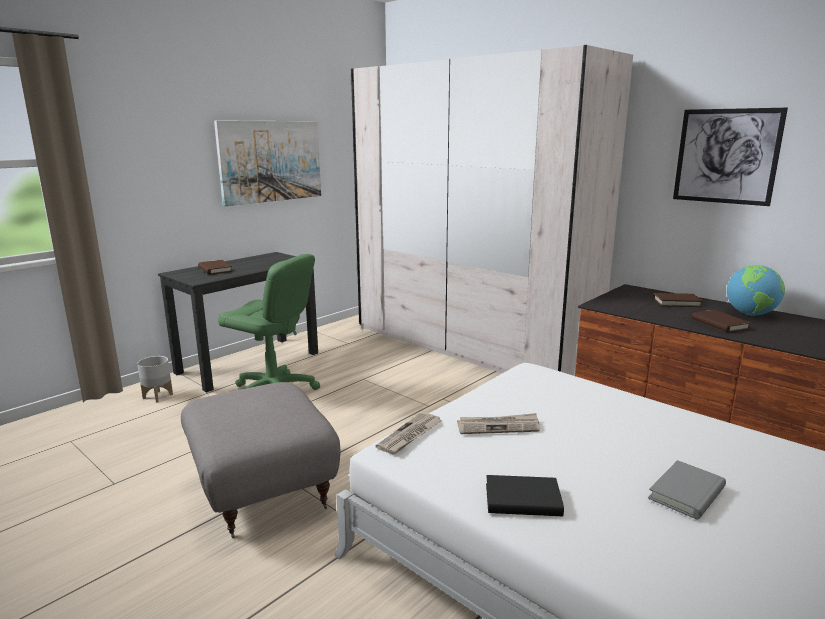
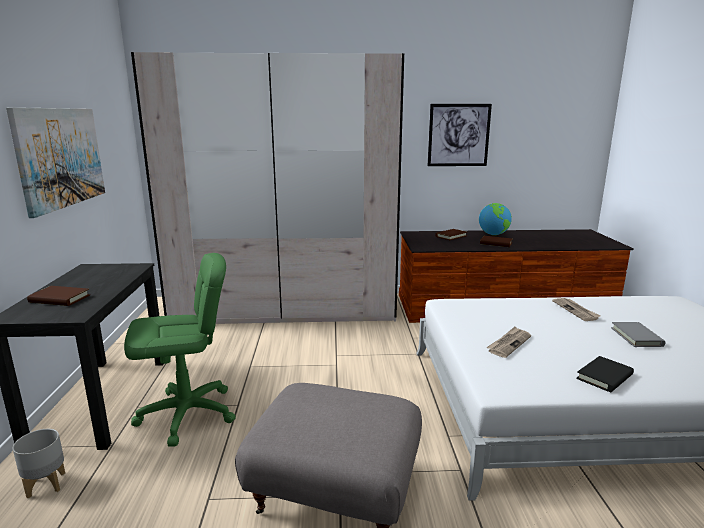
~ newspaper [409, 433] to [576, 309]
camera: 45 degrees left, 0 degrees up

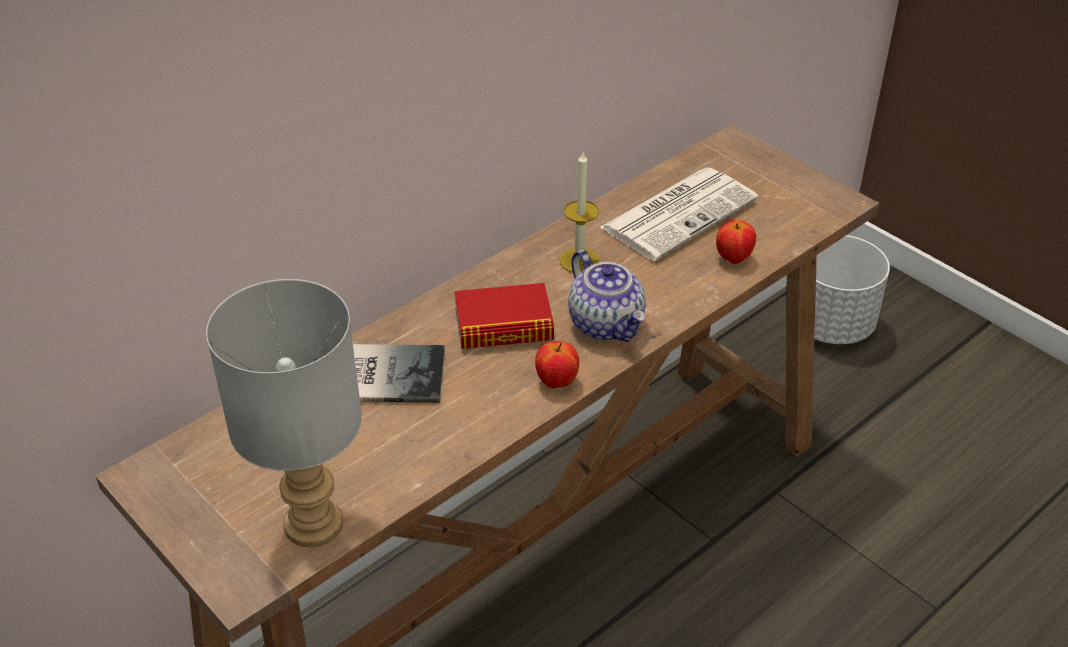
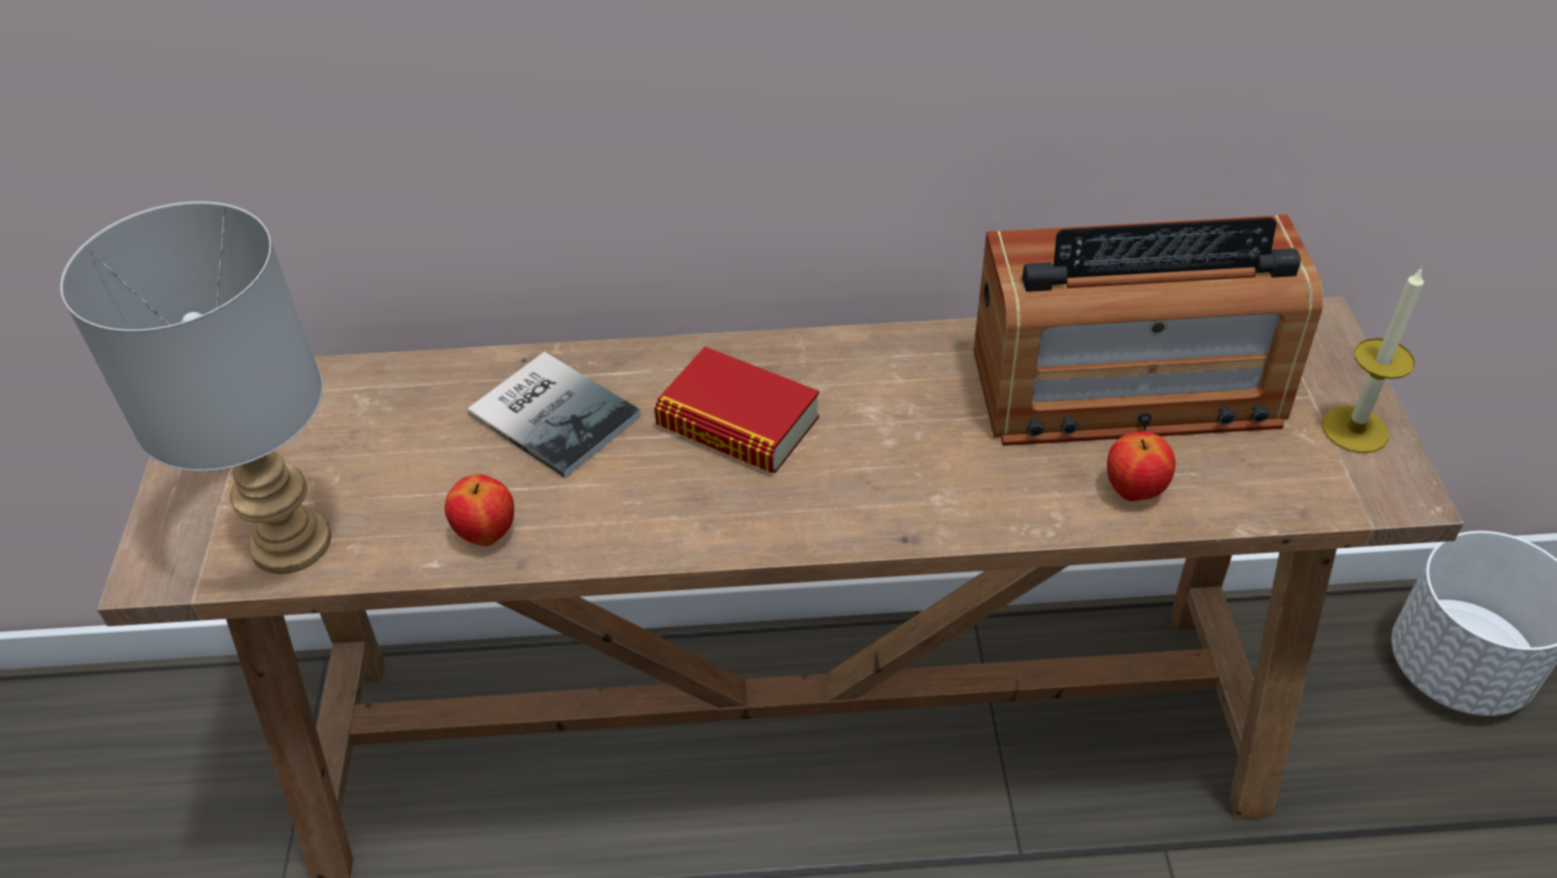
~ candle [580, 212] to [1373, 359]
~ newspaper [678, 214] to radio [1148, 330]
- teapot [607, 296]
~ apple [557, 364] to [479, 510]
camera: 40 degrees right, 5 degrees up

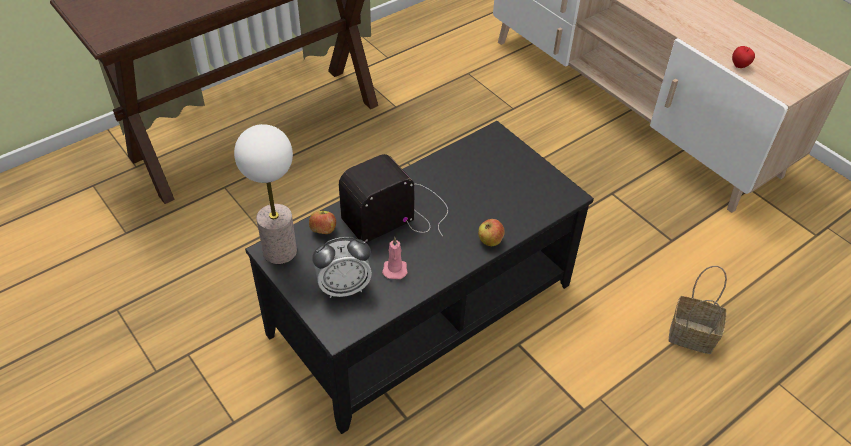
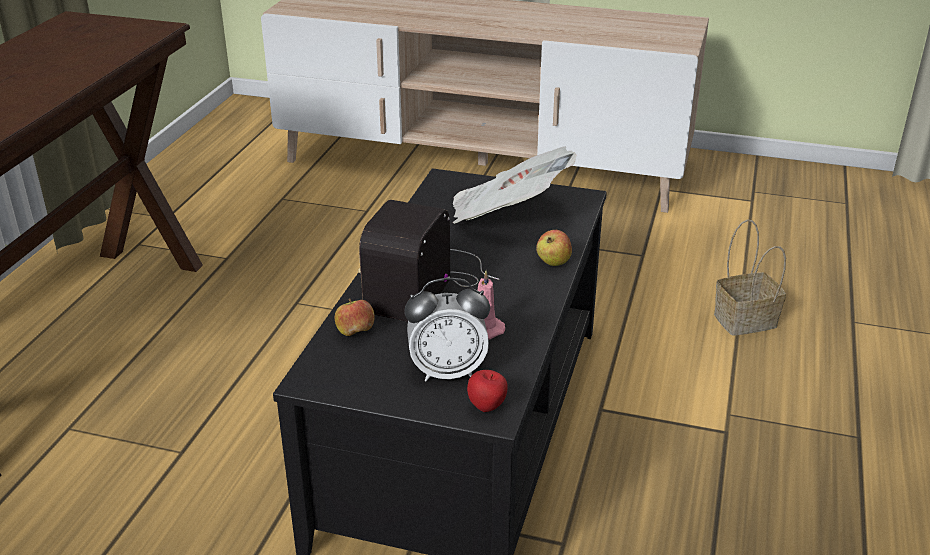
~ apple [743, 57] to [487, 391]
- table_lamp [265, 194]
~ alarm_clock [342, 267] = [447, 329] 45 degrees clockwise
+ newspaper [514, 185]
camera: 35 degrees left, 15 degrees down

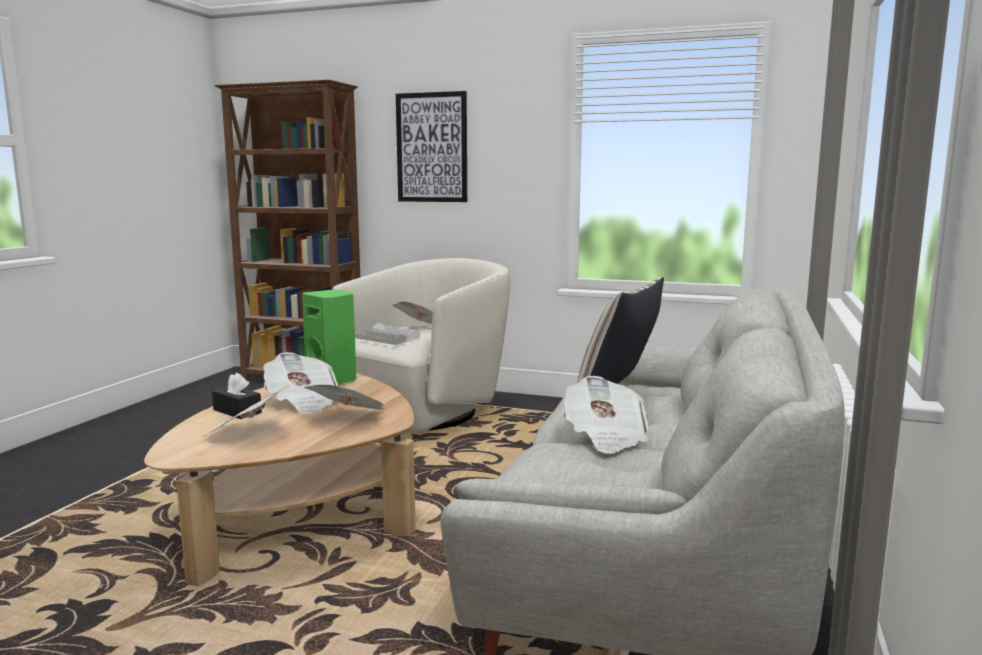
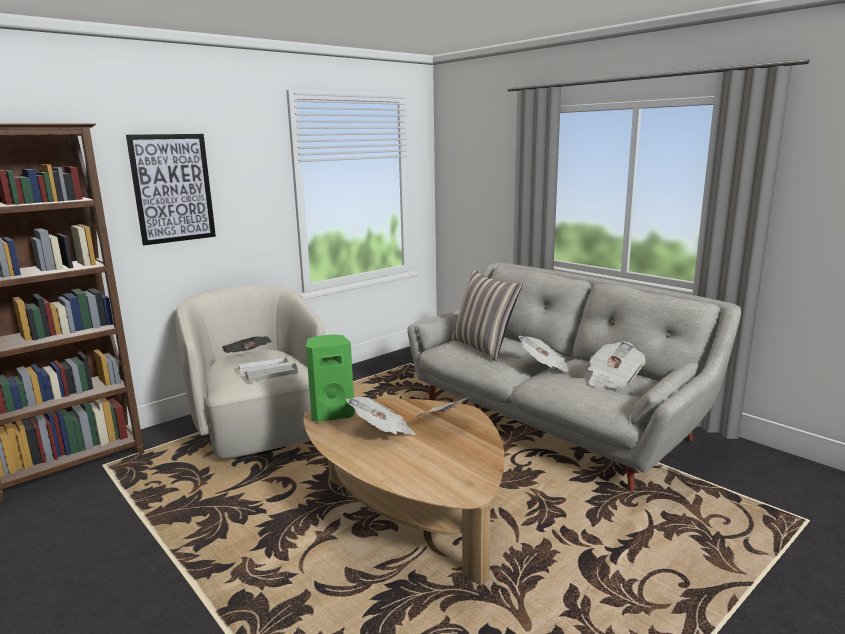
- black_tissue_box [237, 396]
~ newspaper [246, 411] to [617, 364]
camera: 60 degrees left, 5 degrees up

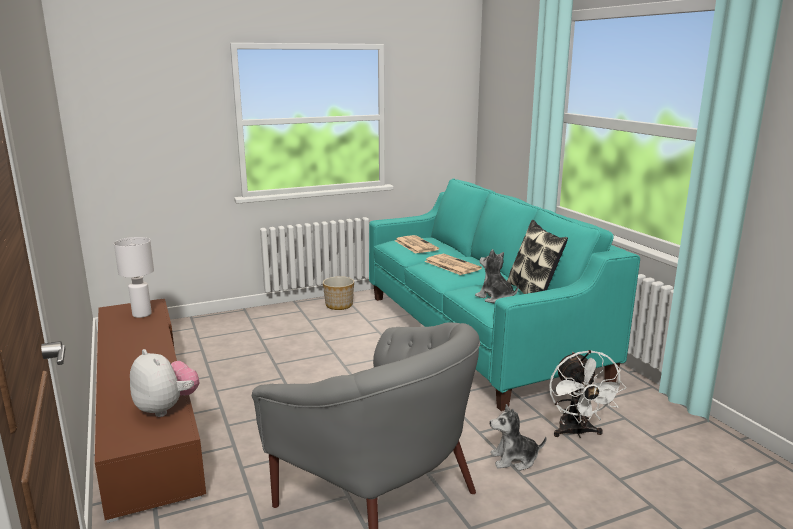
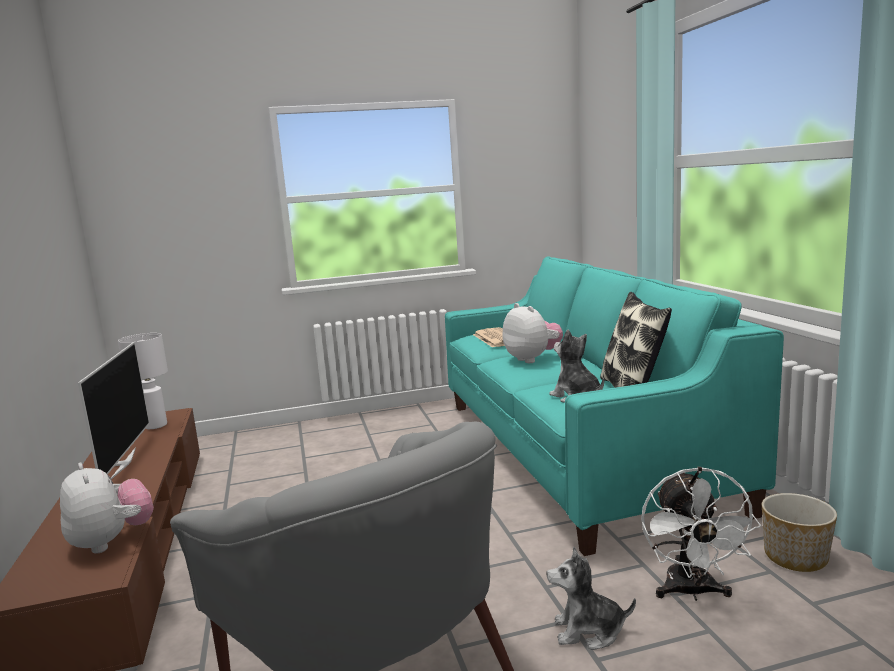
~ newspaper [453, 264] to plush_toy [532, 333]
~ planter [338, 293] to [799, 532]
+ television [114, 410]
camera: 10 degrees right, 5 degrees down

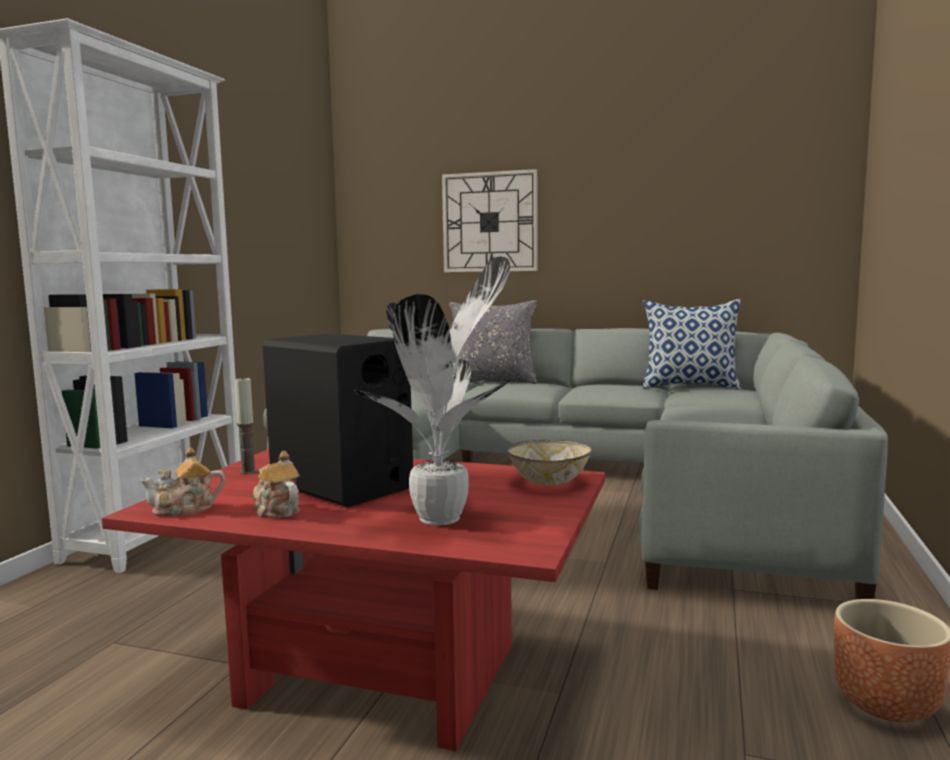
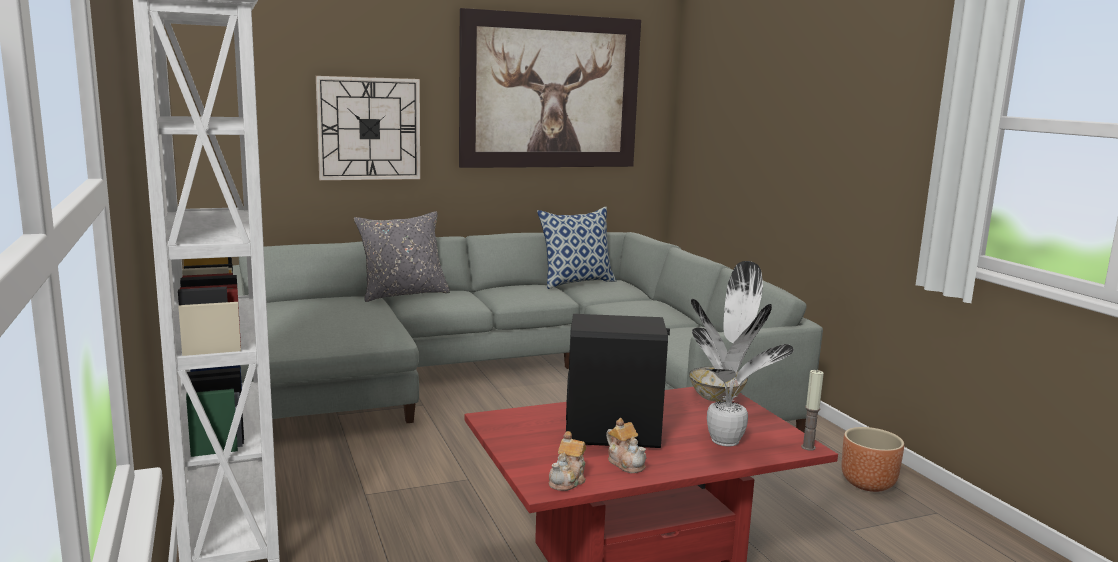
~ candle [246, 425] to [812, 410]
~ teapot [276, 484] = [626, 445] 135 degrees counterclockwise
+ picture [550, 88]
camera: 40 degrees left, 5 degrees up

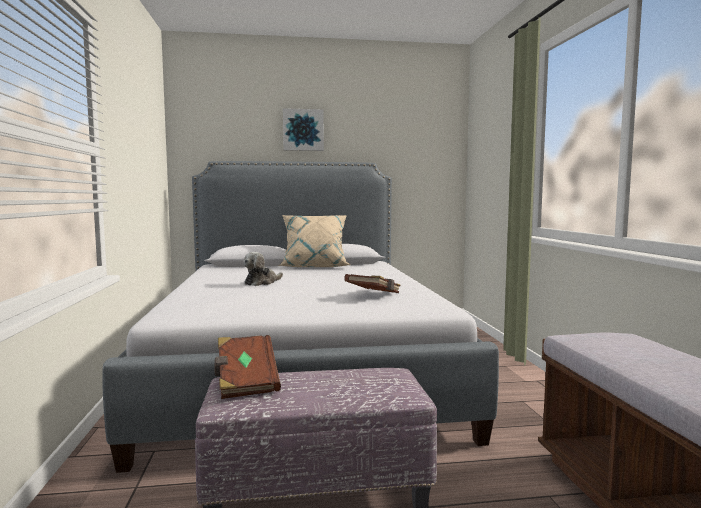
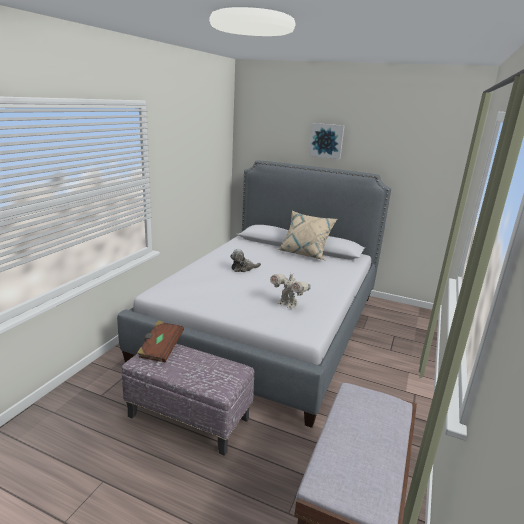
~ brown_book [372, 283] to toy_robot [290, 289]
camera: 30 degrees right, 15 degrees up

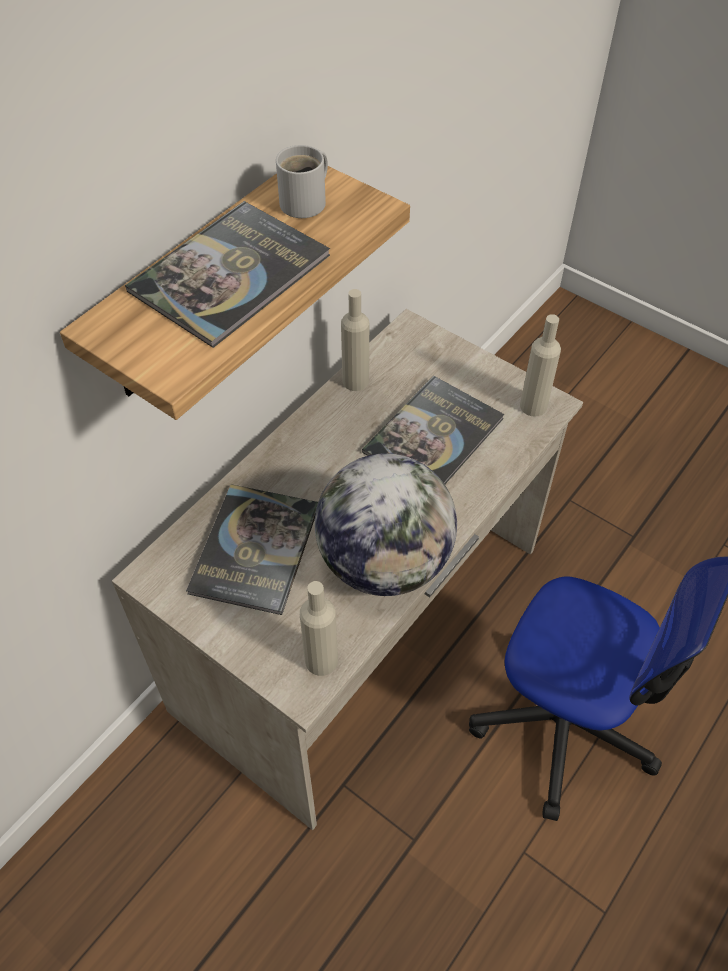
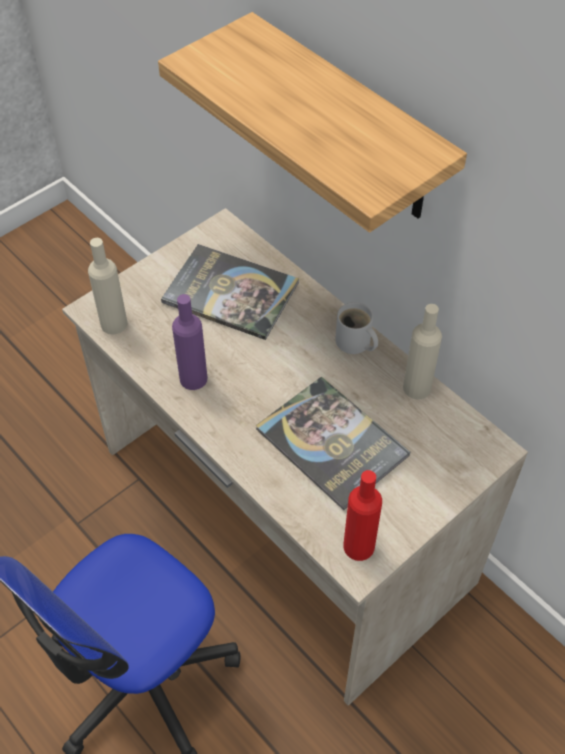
~ white_mug [302, 181] to [356, 328]
- book [227, 274]
~ beige_bottle [540, 365] to red_bottle [362, 515]
~ globe [386, 524] to purple_bottle [190, 342]
camera: 100 degrees right, 0 degrees up

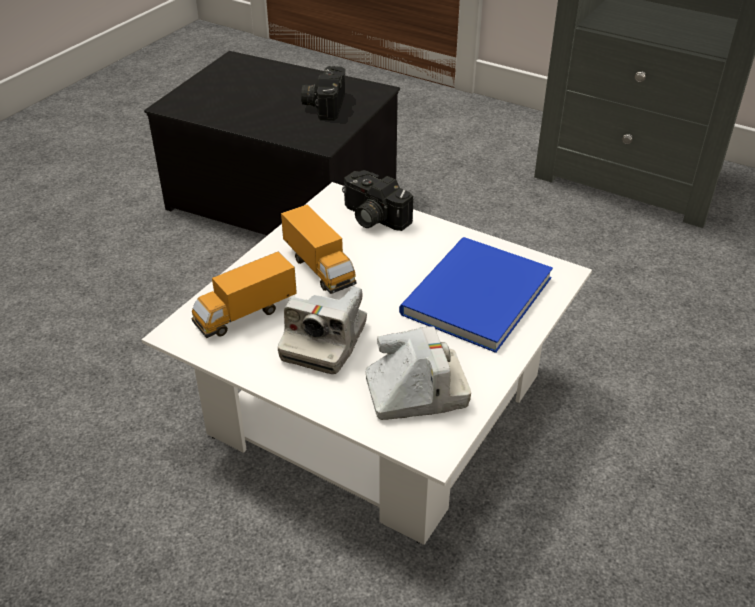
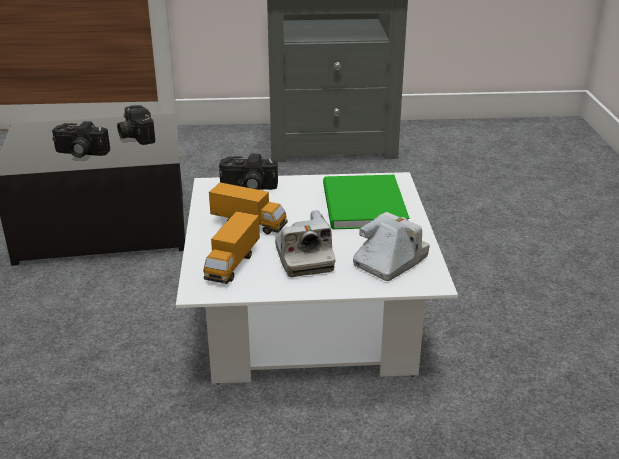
~ blue_book [476, 295] to green_book [366, 202]
+ photo_camera [81, 139]
camera: 35 degrees left, 10 degrees down

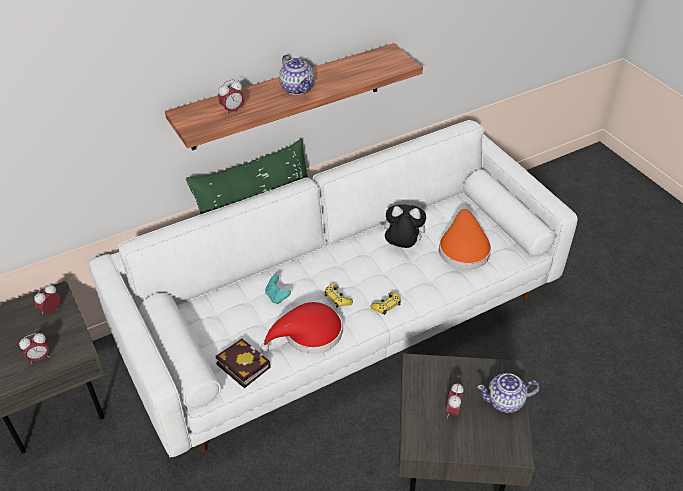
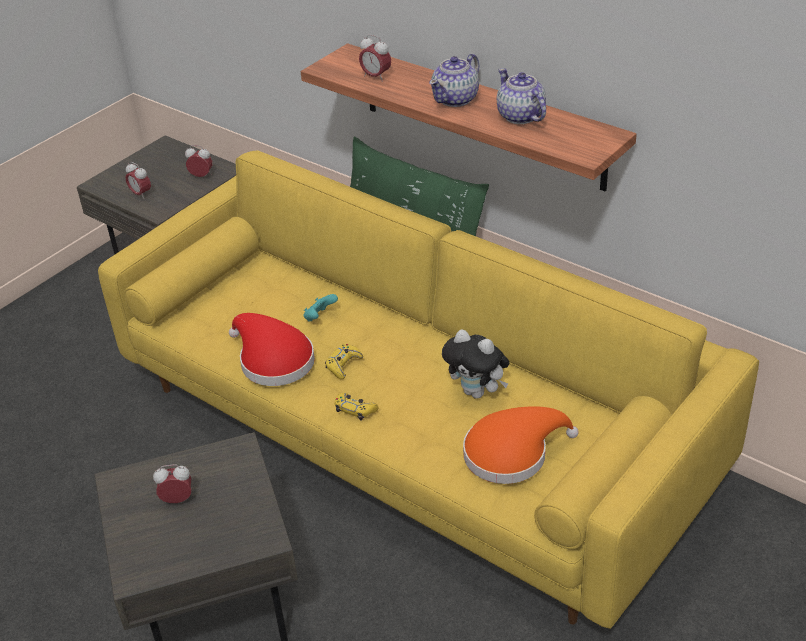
~ white_sofa [333, 289] to yellow_sofa [428, 389]
~ plush_toy [402, 226] = [475, 364] 135 degrees clockwise
- book [243, 363]
~ teapot [508, 393] to [521, 96]
camera: 70 degrees right, 5 degrees down

